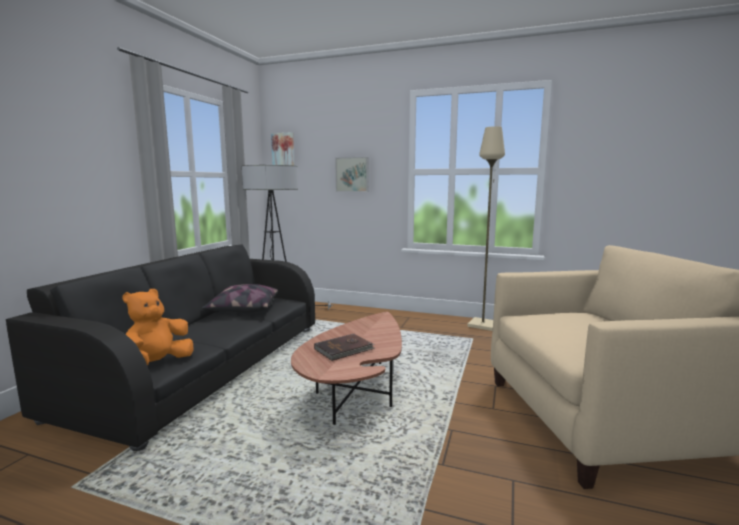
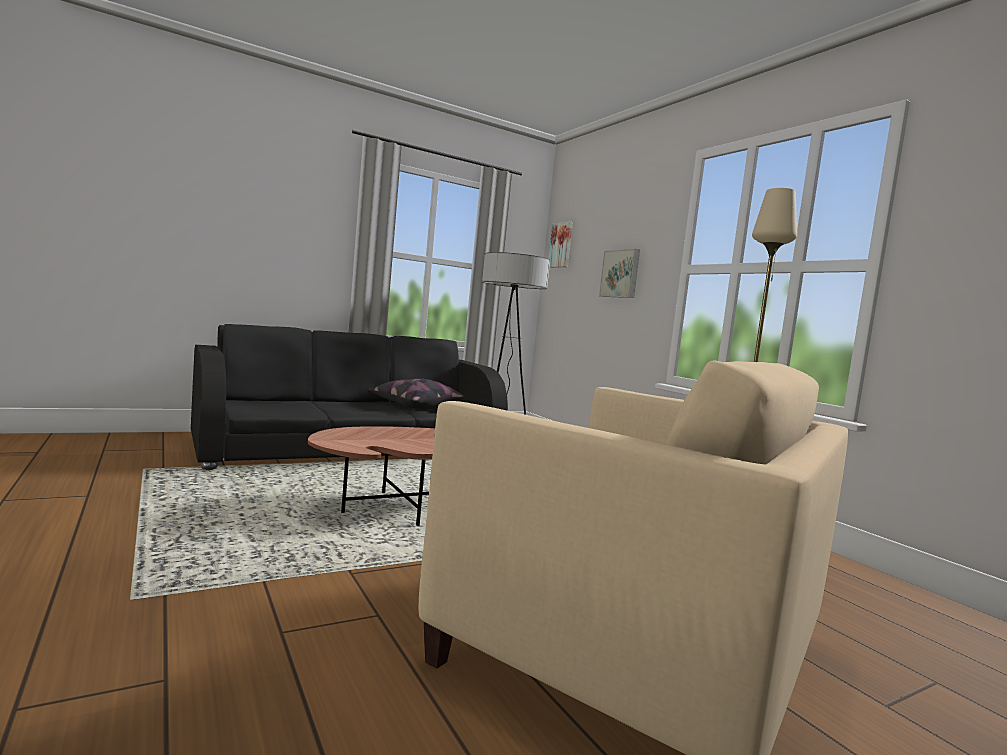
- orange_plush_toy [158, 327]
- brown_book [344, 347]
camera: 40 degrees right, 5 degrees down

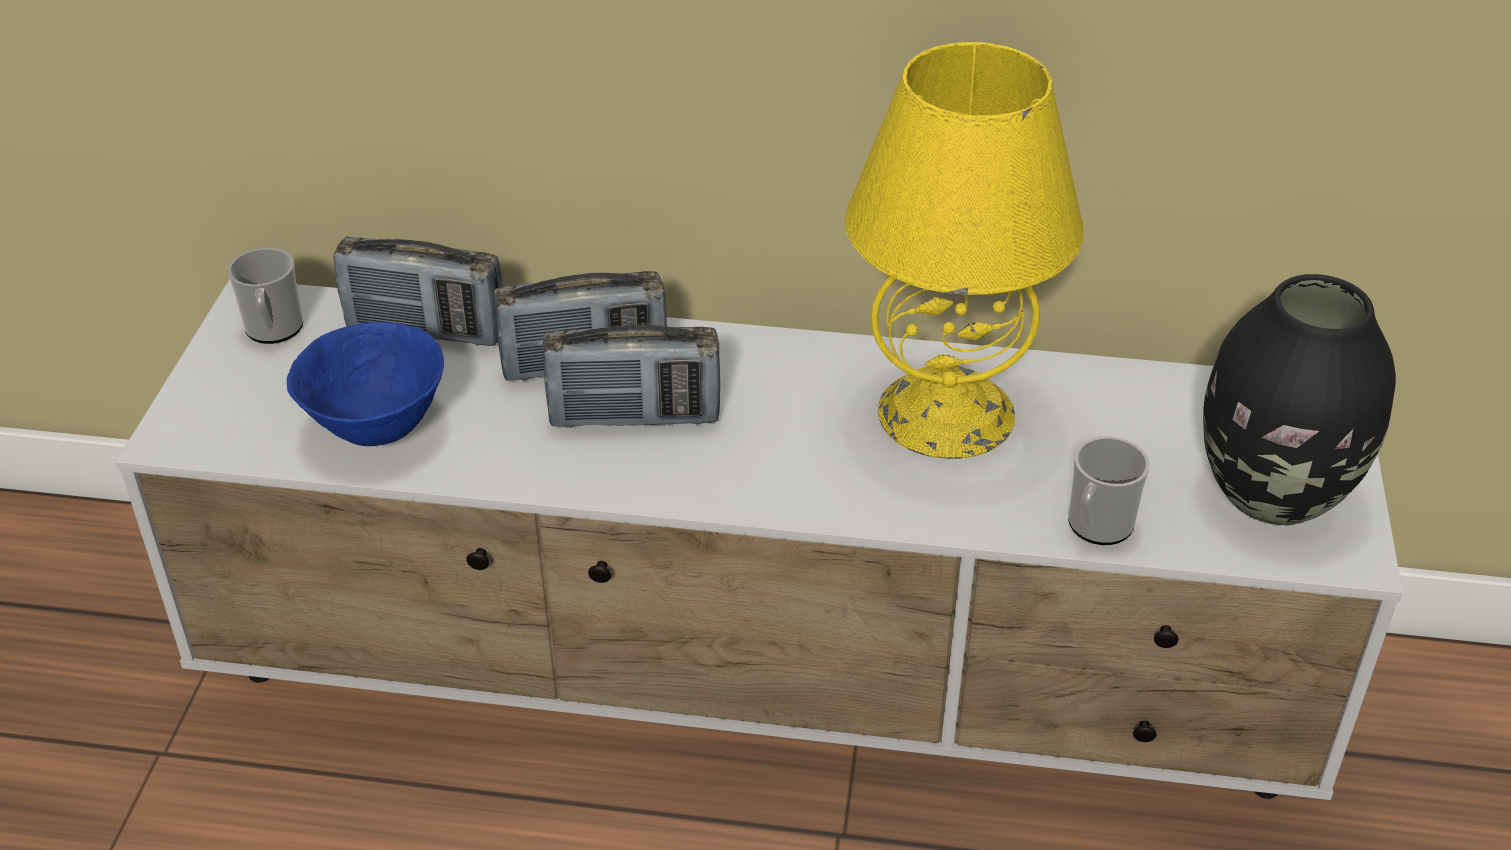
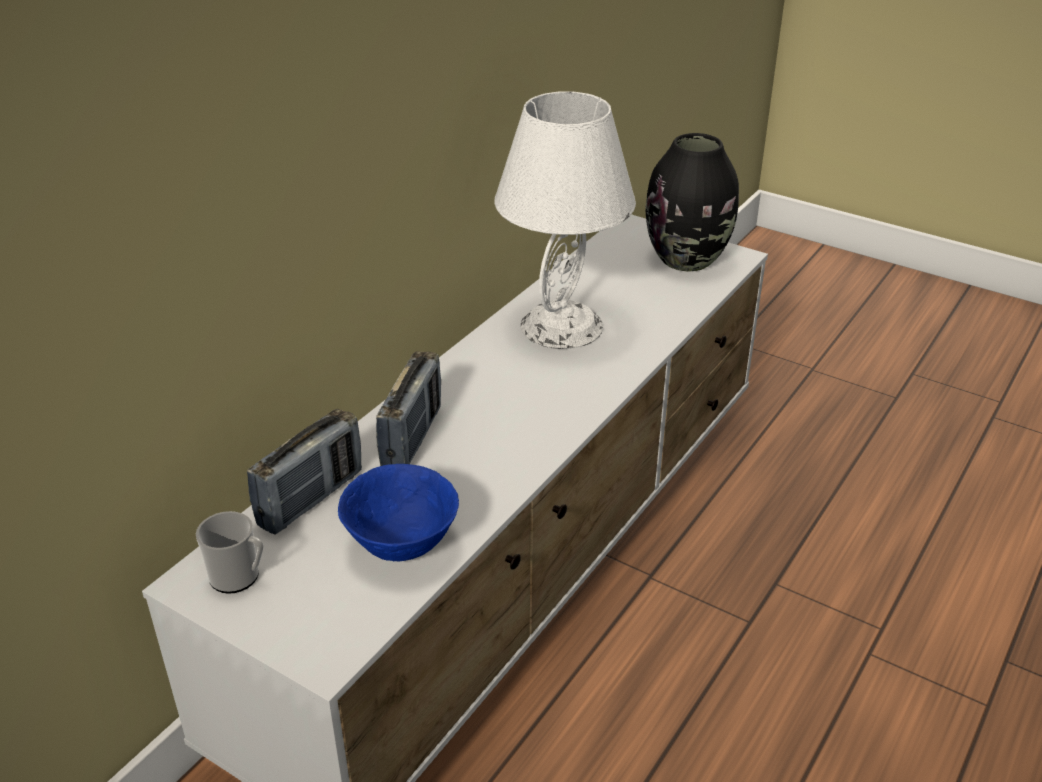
~ yellow_table_lamp [964, 250] to white_table_lamp [565, 220]
- radio [631, 376]
- mug [1109, 490]
camera: 65 degrees left, 5 degrees down

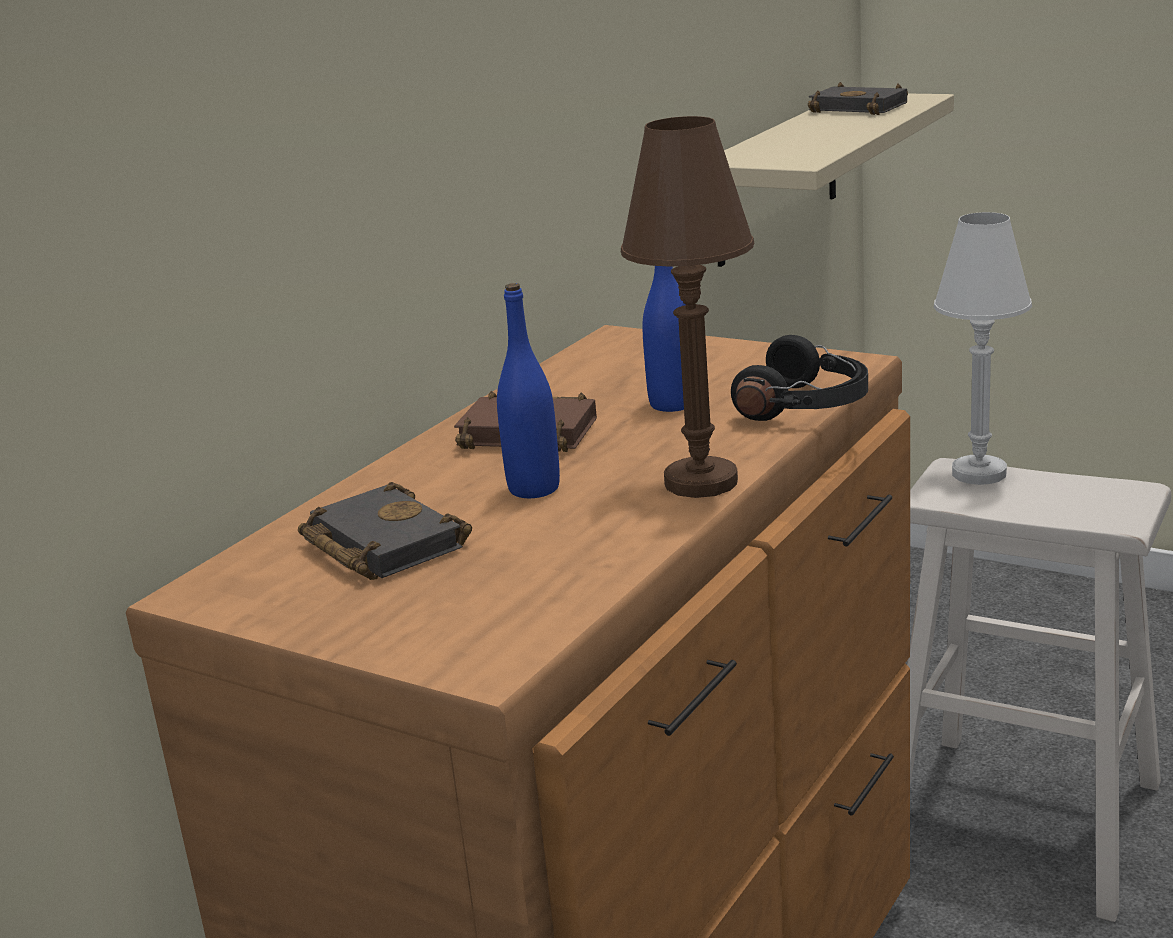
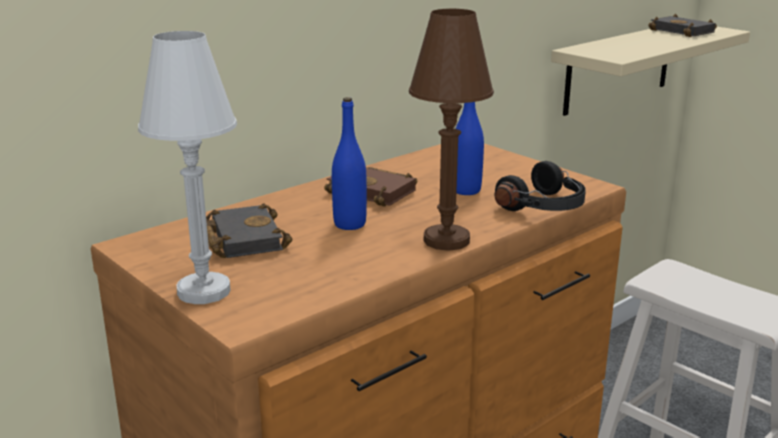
~ white_table_lamp [983, 348] to [187, 167]
camera: 15 degrees right, 0 degrees up

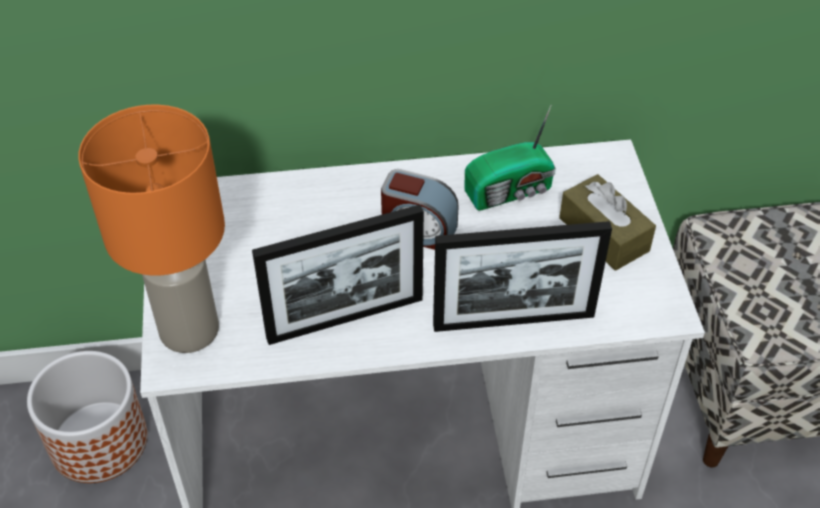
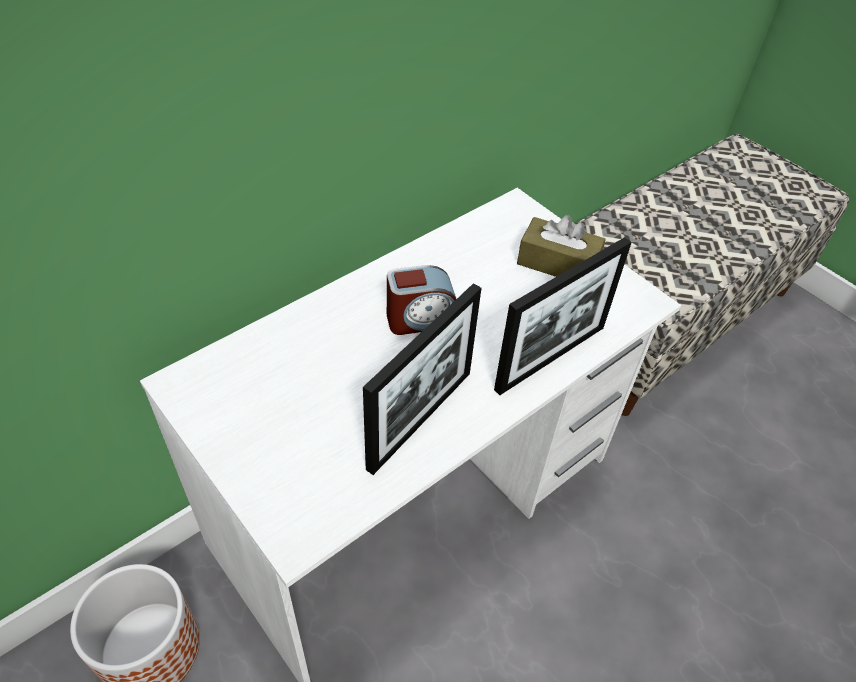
- radio [510, 157]
- orange_table_lamp [151, 229]
camera: 35 degrees left, 0 degrees up

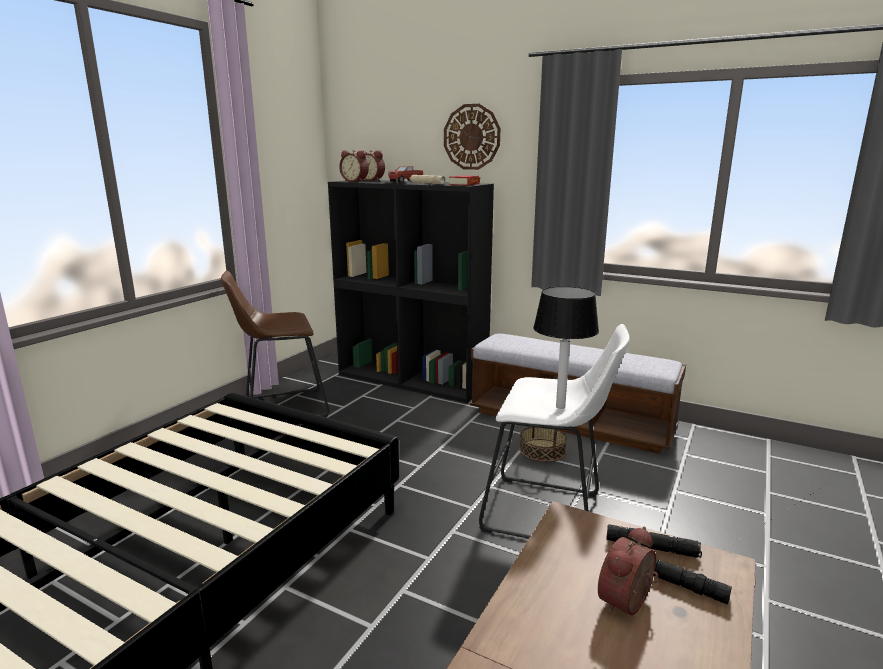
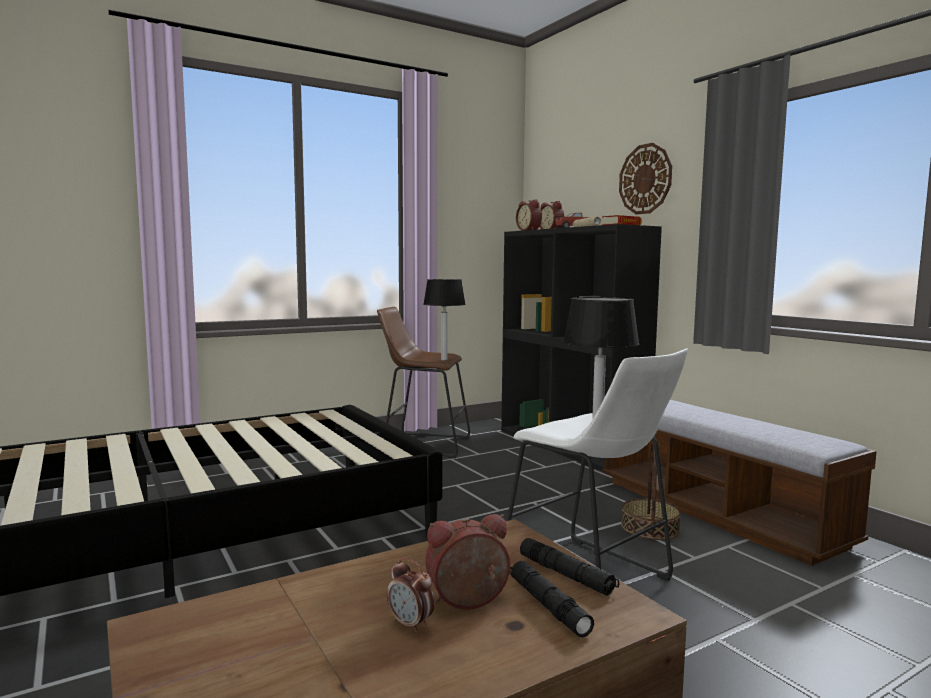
+ table_lamp [444, 319]
+ alarm_clock [411, 595]
camera: 30 degrees right, 10 degrees down

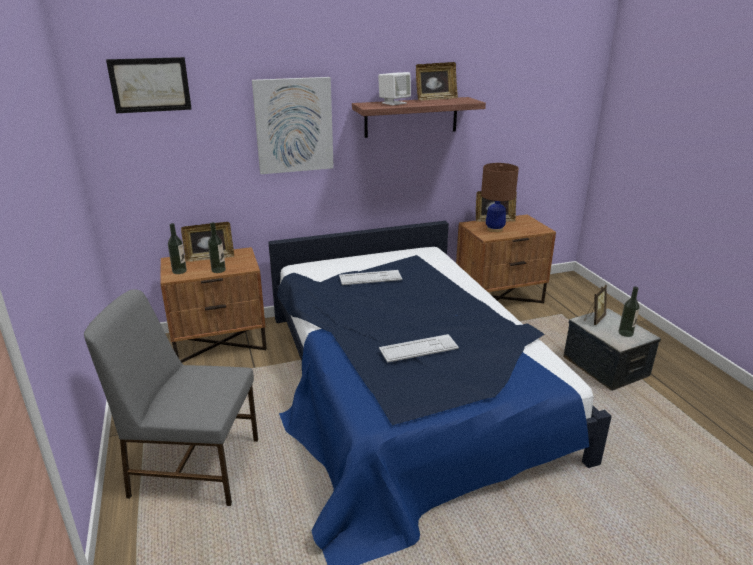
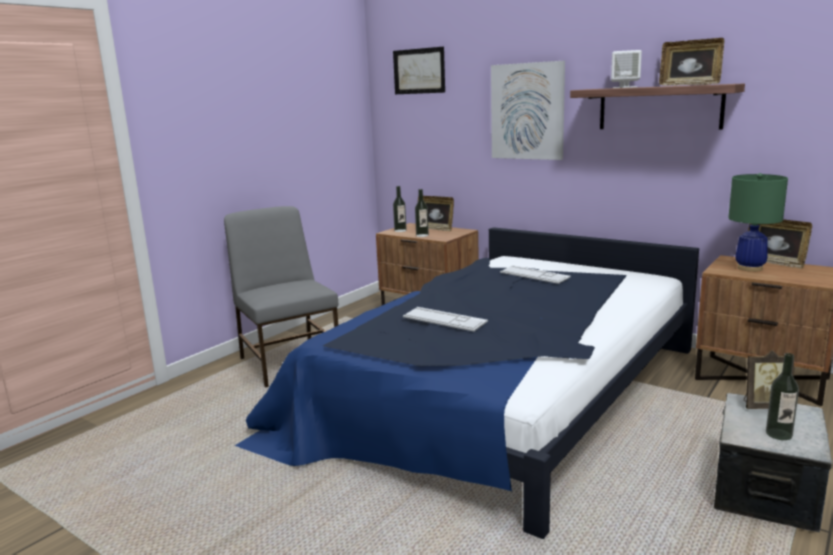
~ brown_table_lamp [500, 197] to green_table_lamp [758, 222]
camera: 55 degrees right, 10 degrees down

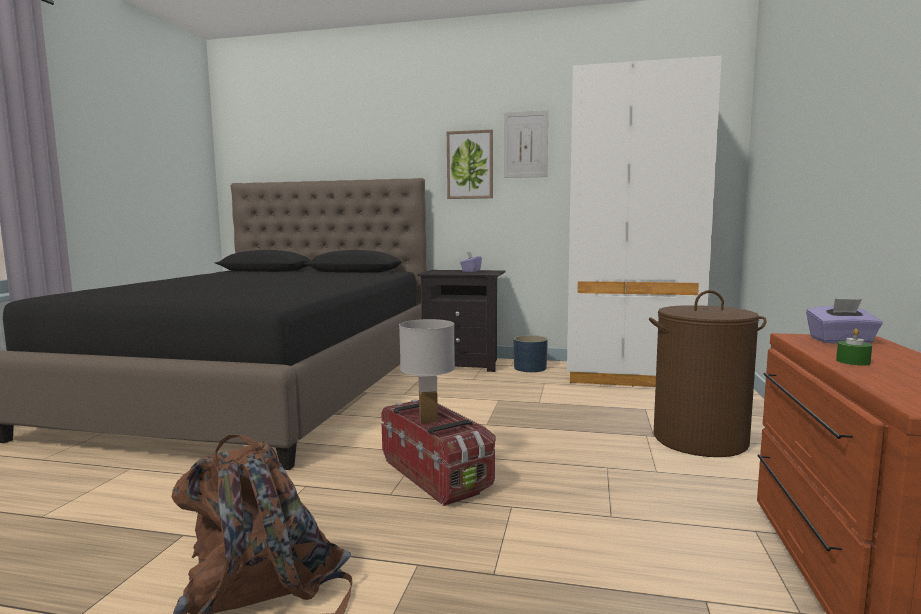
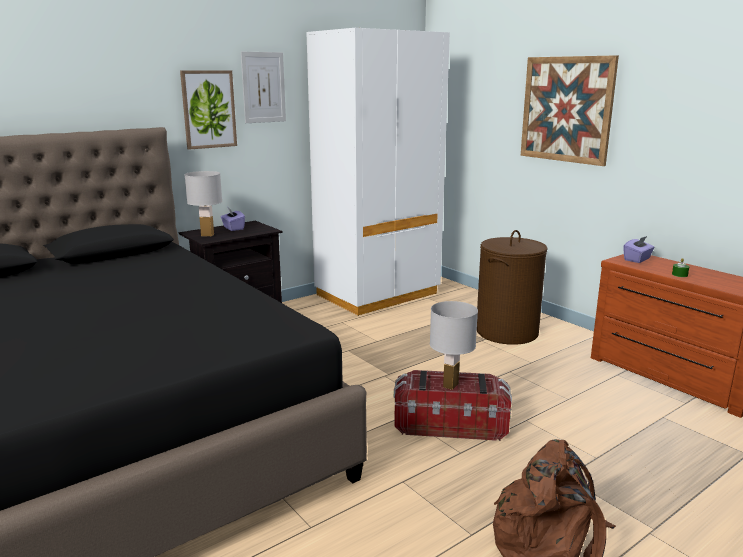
- blue_planter [531, 353]
+ picture [570, 110]
+ white_table_lamp [203, 203]
camera: 50 degrees left, 10 degrees up

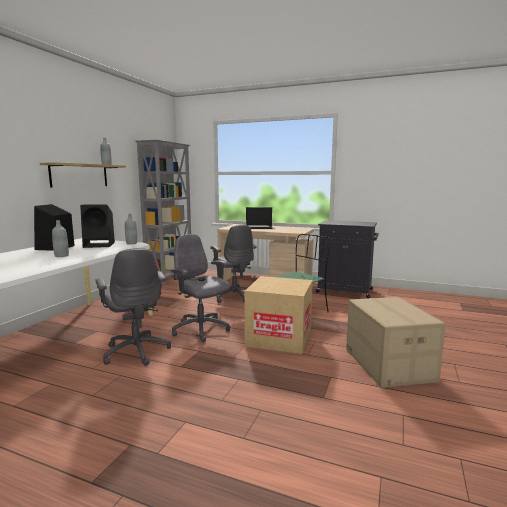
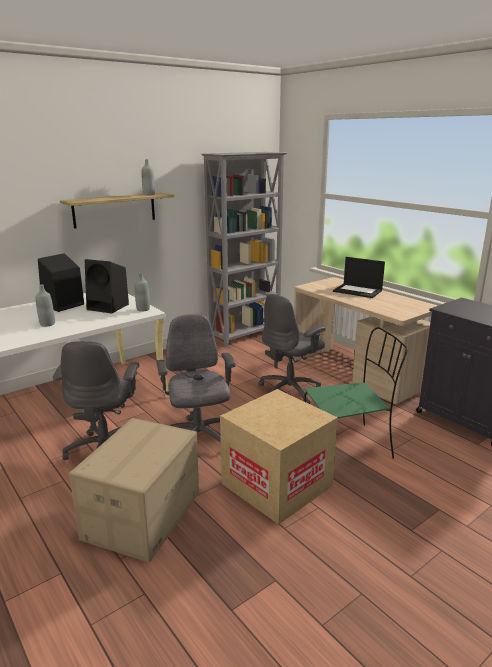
~ grey_office_chair [233, 264] = [292, 349] 45 degrees clockwise
~ cardboard_box [396, 342] to [134, 490]
camera: 30 degrees right, 10 degrees up

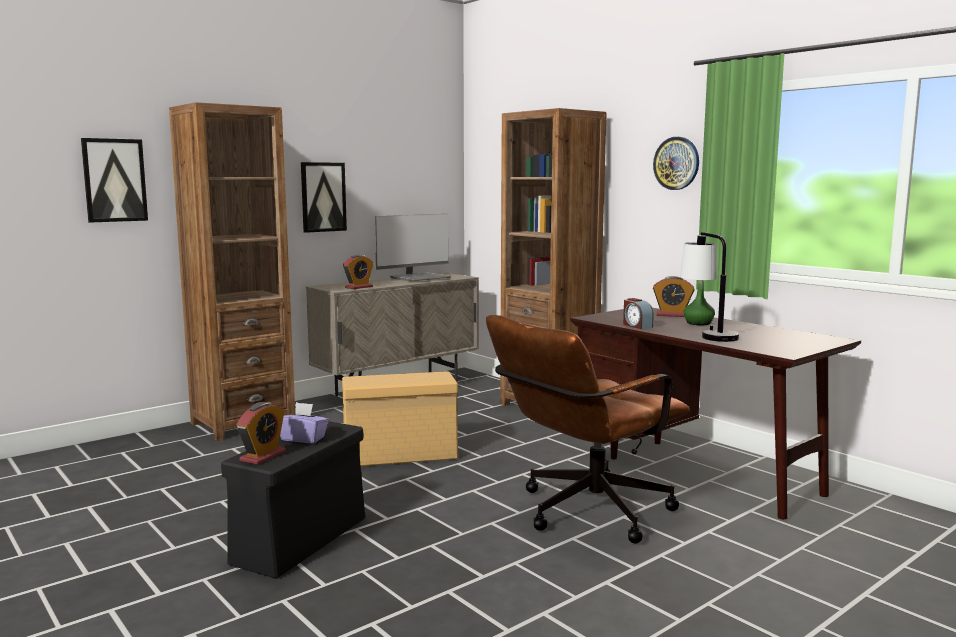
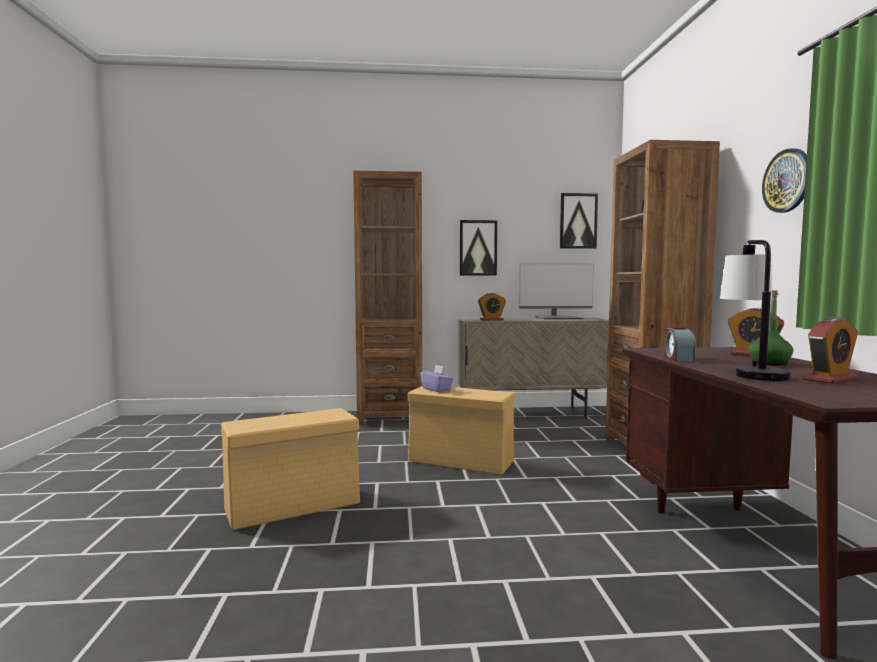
~ picture [114, 180] to [579, 221]
- brown_office_chair [588, 429]
~ alarm_clock [261, 433] to [830, 350]
~ purple_tissue_box [304, 422] to [437, 378]
~ black_storage_box [293, 500] to beige_storage_box [290, 469]
camera: 35 degrees right, 5 degrees down

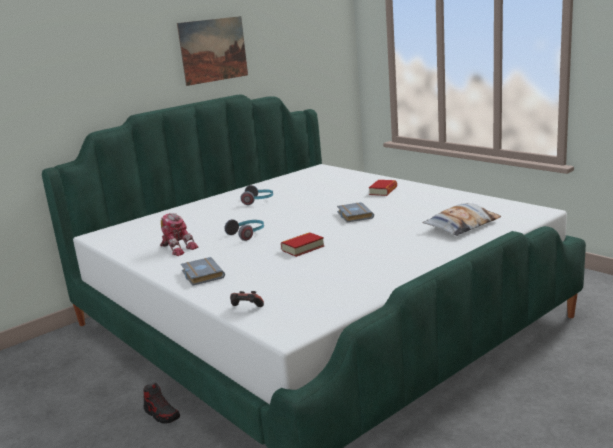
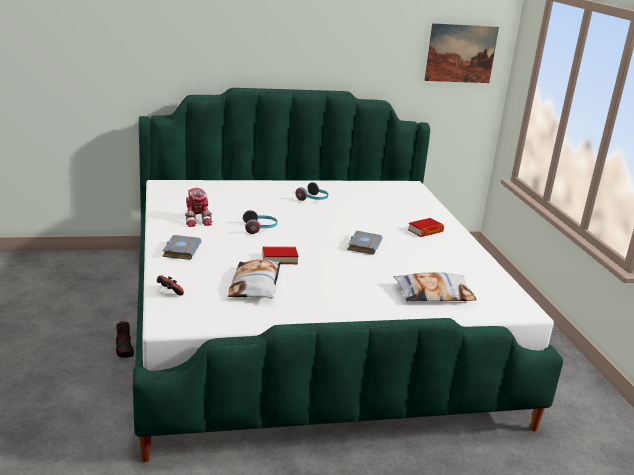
~ picture [212, 51] to [461, 53]
+ pillow [254, 278]
camera: 25 degrees right, 5 degrees up

